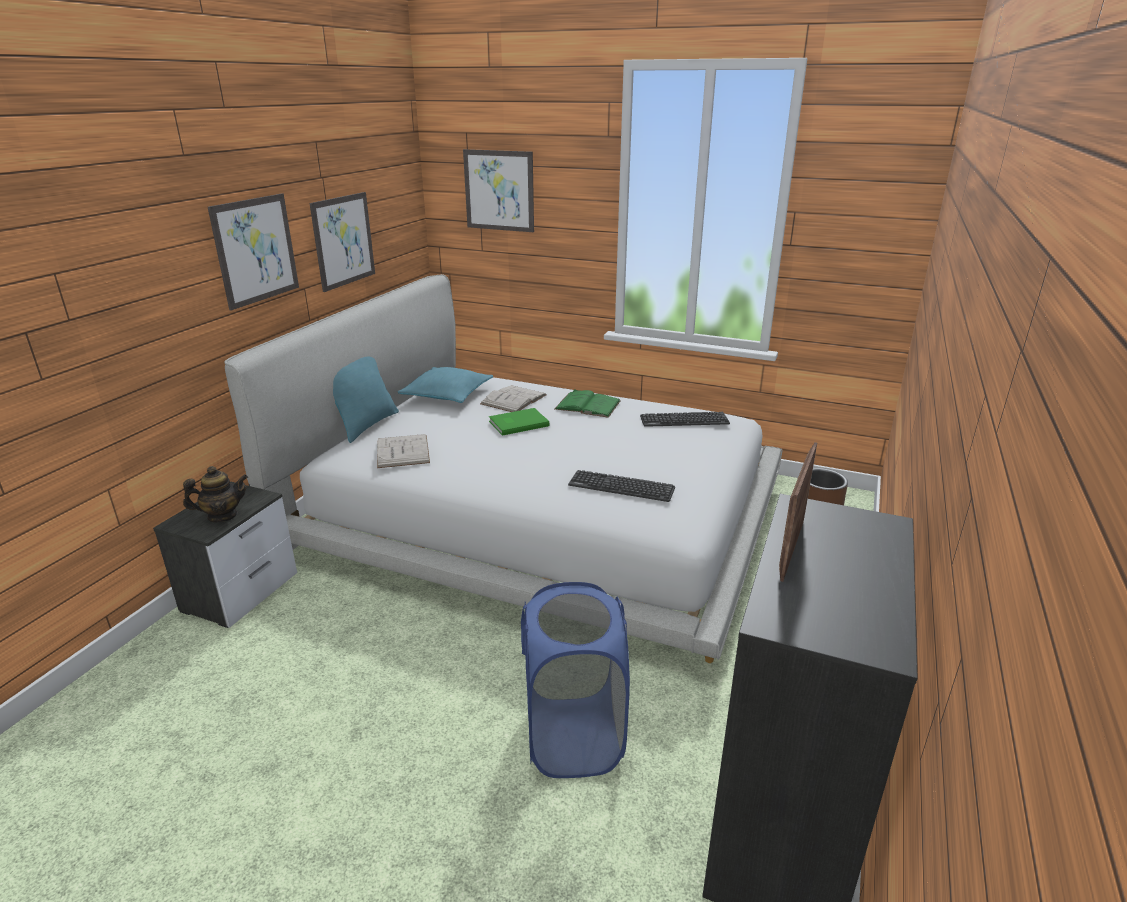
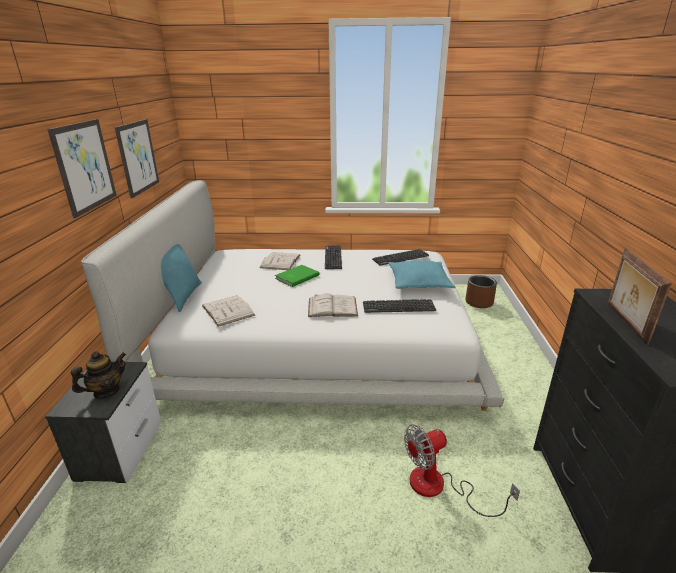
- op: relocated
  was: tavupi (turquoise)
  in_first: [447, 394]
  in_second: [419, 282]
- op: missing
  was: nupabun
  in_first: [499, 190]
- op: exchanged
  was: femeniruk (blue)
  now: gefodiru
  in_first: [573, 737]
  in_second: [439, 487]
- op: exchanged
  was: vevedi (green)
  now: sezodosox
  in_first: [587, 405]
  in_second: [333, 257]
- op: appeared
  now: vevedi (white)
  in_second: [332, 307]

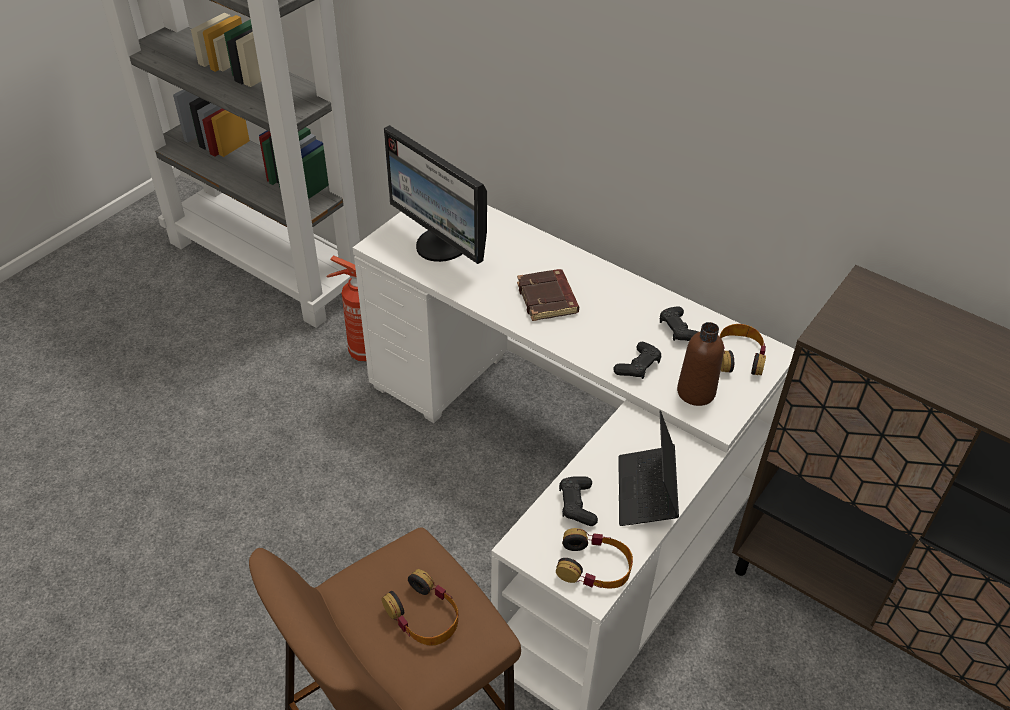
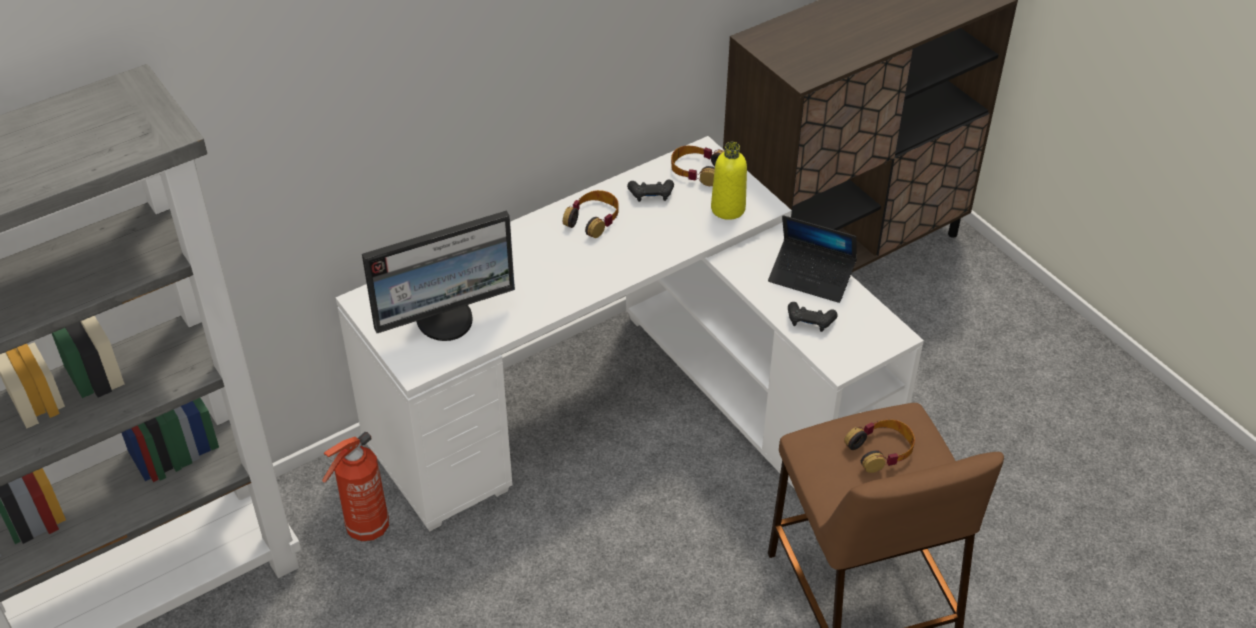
- op: missing
  was: vevedi (brown)
  in_first: [548, 299]
- op: relocated
  was: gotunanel
  in_first: [594, 566]
  in_second: [593, 219]
- op: missing
  was: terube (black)
  in_first: [638, 366]
- op: colour
  was: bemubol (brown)
  now: bemubol (yellow)
  in_first: [696, 392]
  in_second: [728, 208]

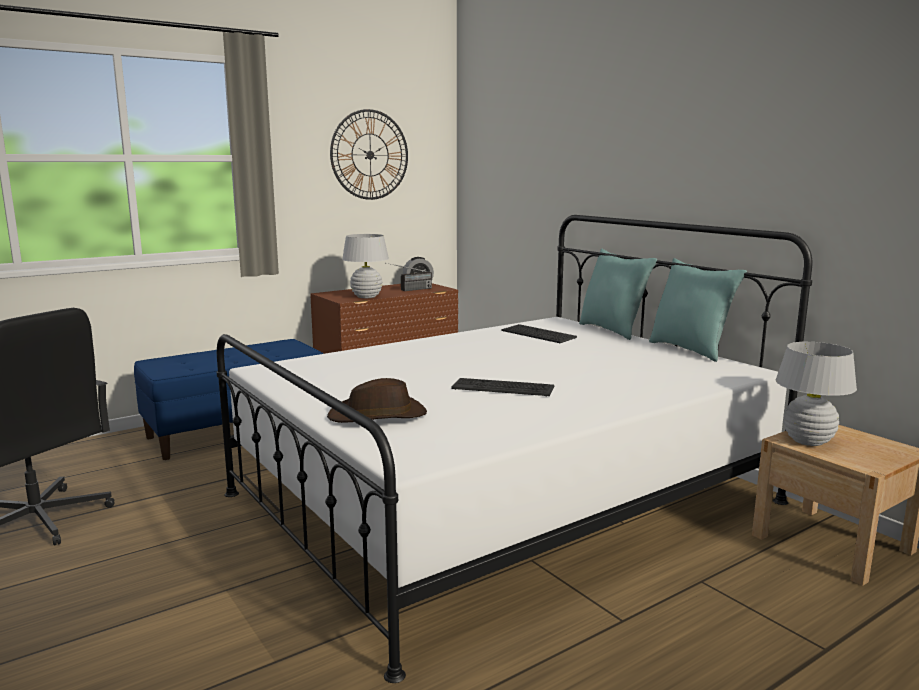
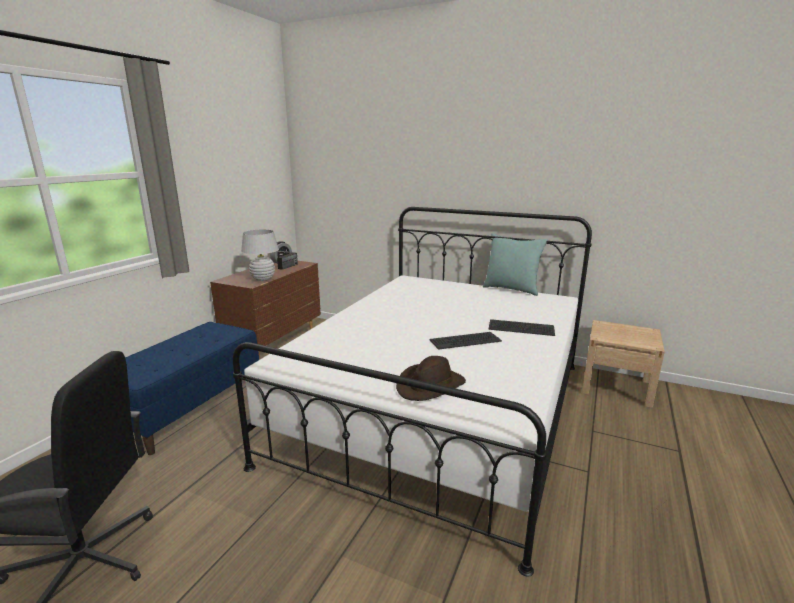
- op: missing
  was: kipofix
  in_first: [370, 155]
- op: relocated
  was: sezodosox
  in_first: [537, 334]
  in_second: [521, 328]
- op: missing
  was: tavupi (turquoise)
  in_first: [612, 330]
- op: missing
  was: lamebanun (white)
  in_first: [807, 441]

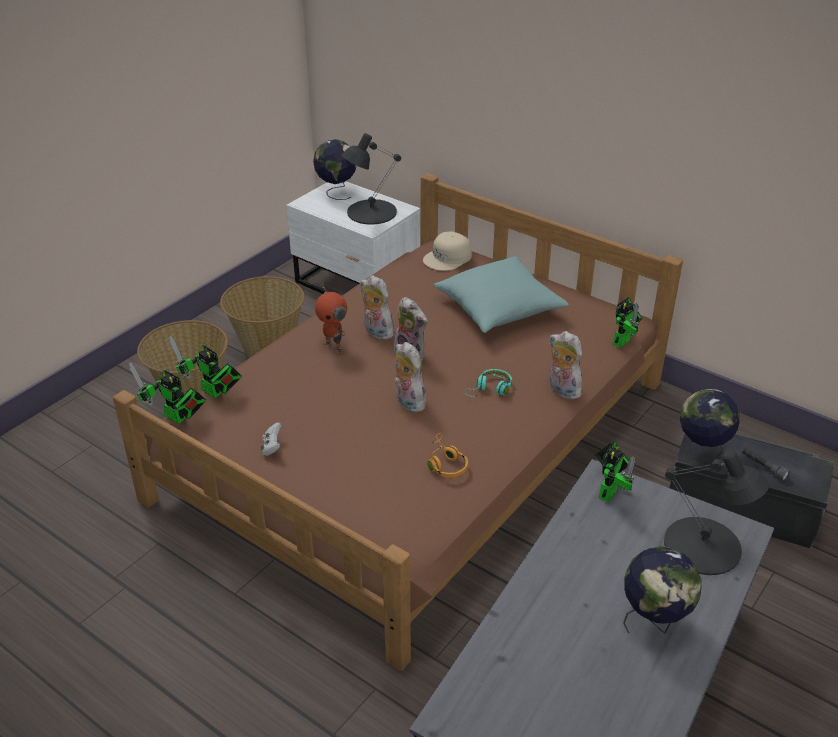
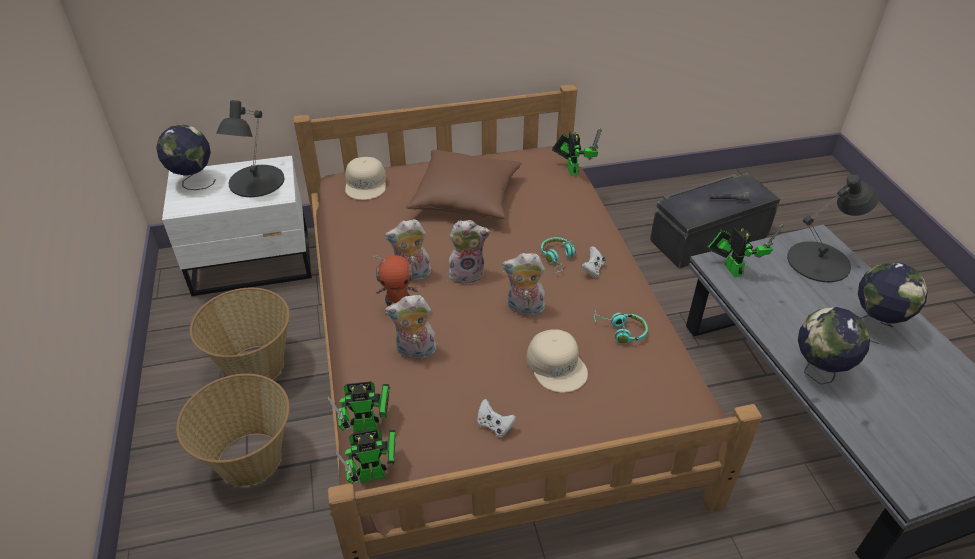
- op: colour
  was: gotunanel (orange)
  now: gotunanel (turquoise)
  in_first: [445, 463]
  in_second: [620, 331]
- op: colour
  was: tavupi (turquoise)
  now: tavupi (brown)
  in_first: [499, 308]
  in_second: [466, 198]
- op: relocated
  was: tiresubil
  in_first: [561, 390]
  in_second: [415, 352]
- op: relocated
  was: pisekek
  in_first: [701, 451]
  in_second: [818, 372]
- op: appeared
  now: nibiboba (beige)
  in_second: [557, 365]
- op: appeared
  now: terube (white)
  in_second: [593, 269]

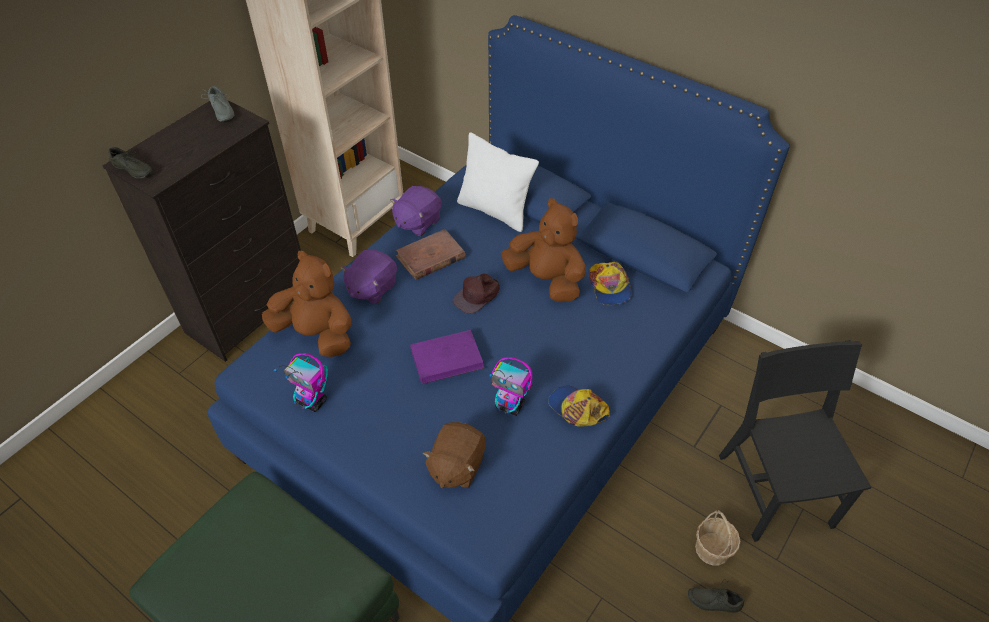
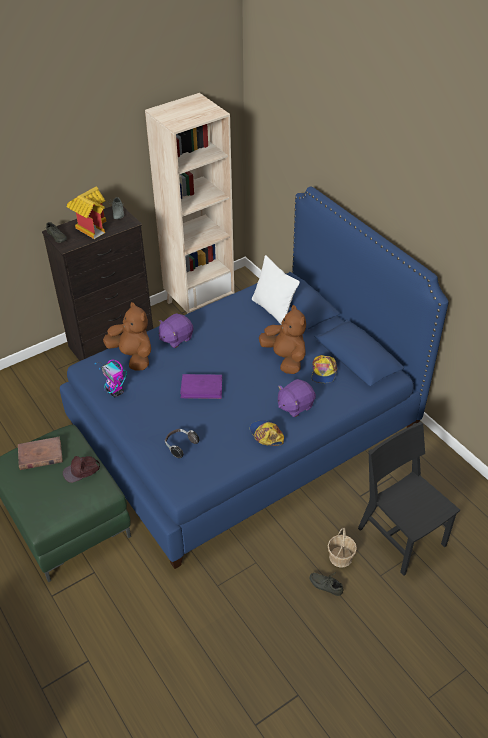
- op: relocated
  was: tiresubil (purple)
  in_first: [417, 222]
  in_second: [295, 406]
- op: relocated
  was: vevedi (brown)
  in_first: [430, 257]
  in_second: [40, 455]
- op: exchanged
  was: tiresubil (brown)
  now: gotunanel
  in_first: [456, 466]
  in_second: [180, 446]
- op: relocated
  was: nibiboba (brown)
  in_first: [477, 296]
  in_second: [81, 471]
- op: missing
  was: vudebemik
  in_first: [510, 405]
- op: spun
  was: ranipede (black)
  in_first: [775, 490]
  in_second: [402, 536]
  clockwise: -45
- op: appeared
  now: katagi
  in_second: [90, 227]

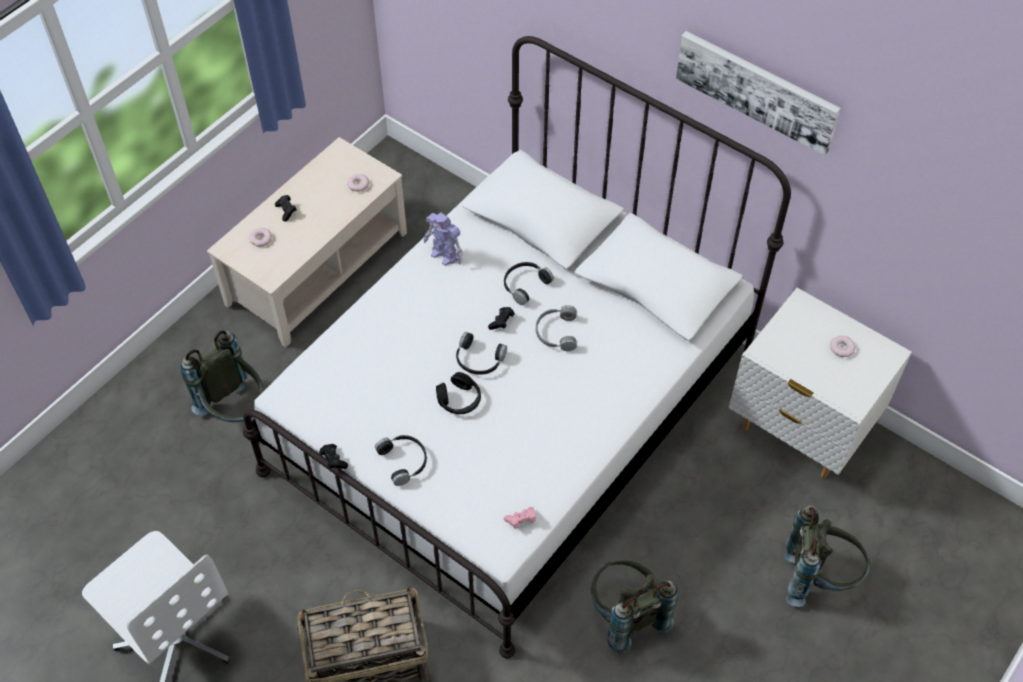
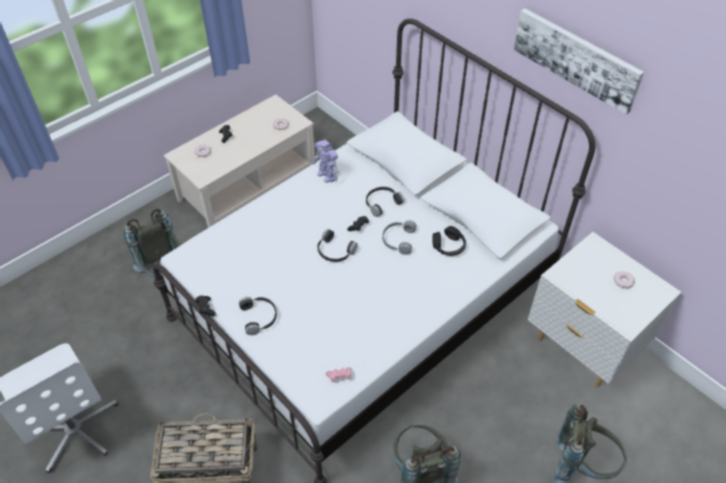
- op: relocated
  was: gotunanel (black)
  in_first: [459, 400]
  in_second: [449, 246]

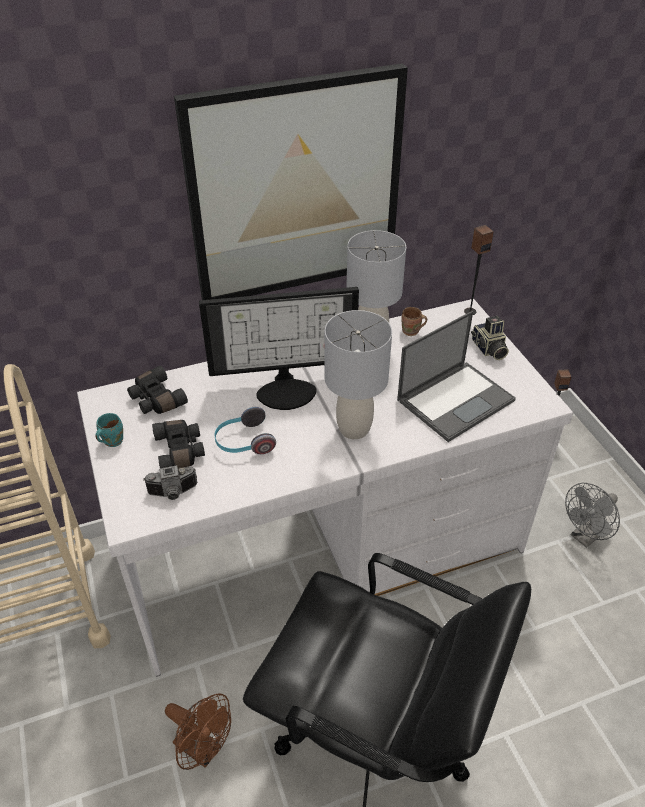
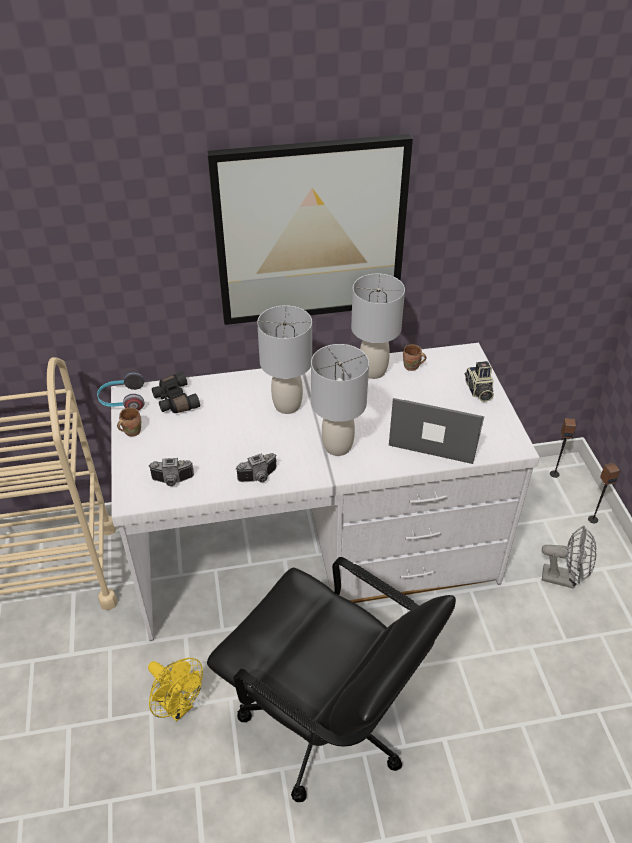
- op: colour
  was: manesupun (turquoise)
  now: manesupun (brown)
  in_first: [111, 441]
  in_second: [131, 431]
- op: missing
  was: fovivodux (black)
  in_first: [181, 451]
- op: colour
  was: gefodiru (brown)
  now: gefodiru (yellow)
  in_first: [203, 749]
  in_second: [178, 706]
- op: exchanged
  was: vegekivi
  now: lamebanun (grey)
  in_first: [286, 389]
  in_second: [287, 405]
- op: relocated
  was: gotunanel
  in_first: [244, 442]
  in_second: [122, 400]
- op: spun
  was: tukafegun
  in_first: [456, 399]
  in_second: [435, 432]
  clockwise: -135
- op: relocated
  was: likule
  in_first: [470, 311]
  in_second: [592, 519]
- op: spun
  was: gefodiru (grey)
  in_first: [585, 537]
  in_second: [564, 578]
  clockwise: -135
- op: appeared
  now: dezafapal
  in_second: [259, 478]

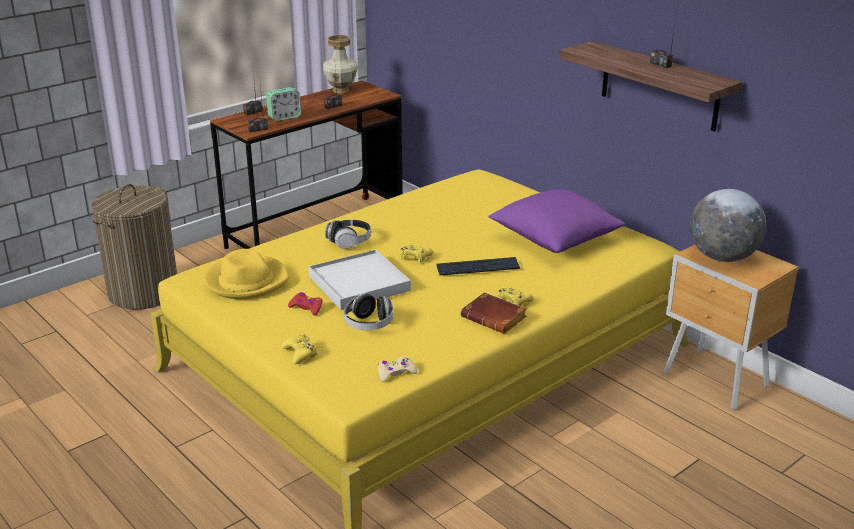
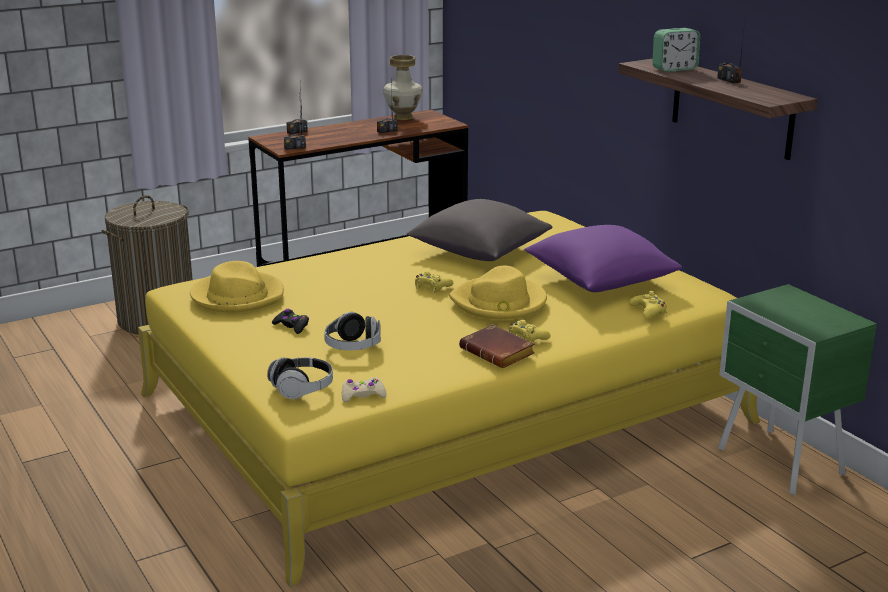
- op: relocated
  was: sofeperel
  in_first: [284, 117]
  in_second: [674, 69]
- op: relocated
  was: terube (yellow)
  in_first: [300, 354]
  in_second: [648, 311]
- op: colour
  was: terube (red)
  now: terube (black)
  in_first: [306, 307]
  in_second: [292, 326]
- op: missing
  was: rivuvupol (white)
  in_first: [359, 283]
- op: relocated
  was: gotunanel
  in_first: [349, 242]
  in_second: [302, 389]
- op: exchanged
  was: sezodosox
  now: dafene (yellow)
  in_first: [478, 268]
  in_second: [499, 302]
- op: colour
  was: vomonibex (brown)
  now: vomonibex (green)
  in_first: [716, 381]
  in_second: [781, 464]
- op: missing
  was: pisekek
  in_first: [722, 257]
- op: appeared
  now: tavupi (grey)
  in_second: [479, 252]

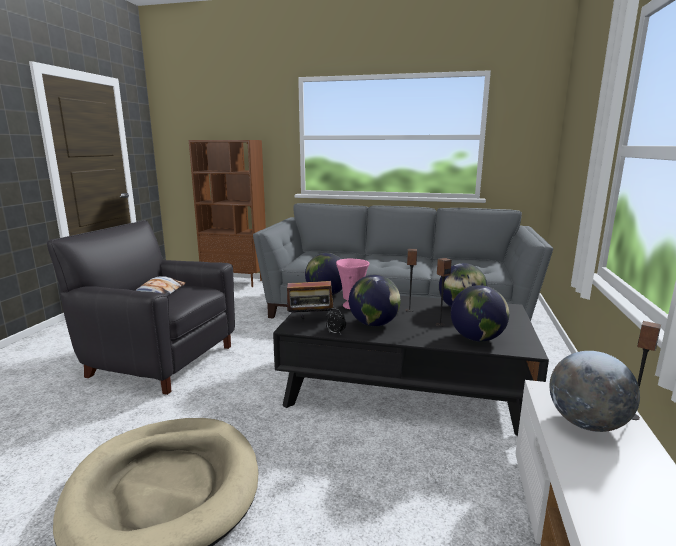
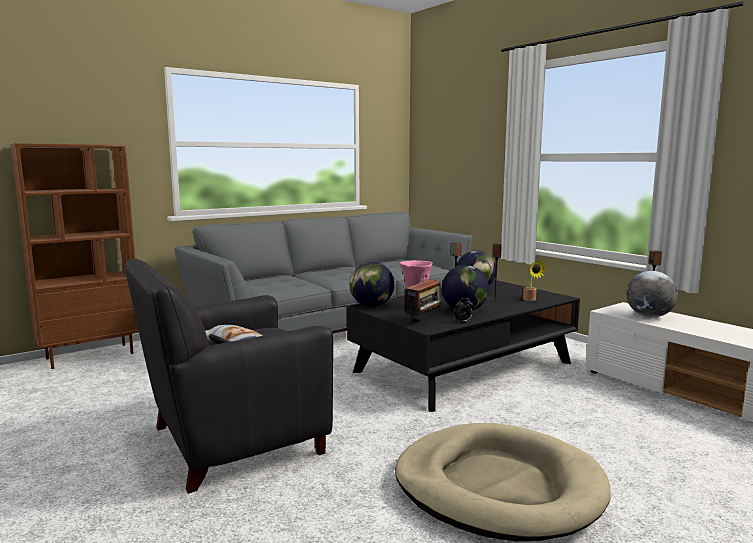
- op: exchanged
  was: pisekek
  now: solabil
  in_first: [477, 338]
  in_second: [531, 300]

